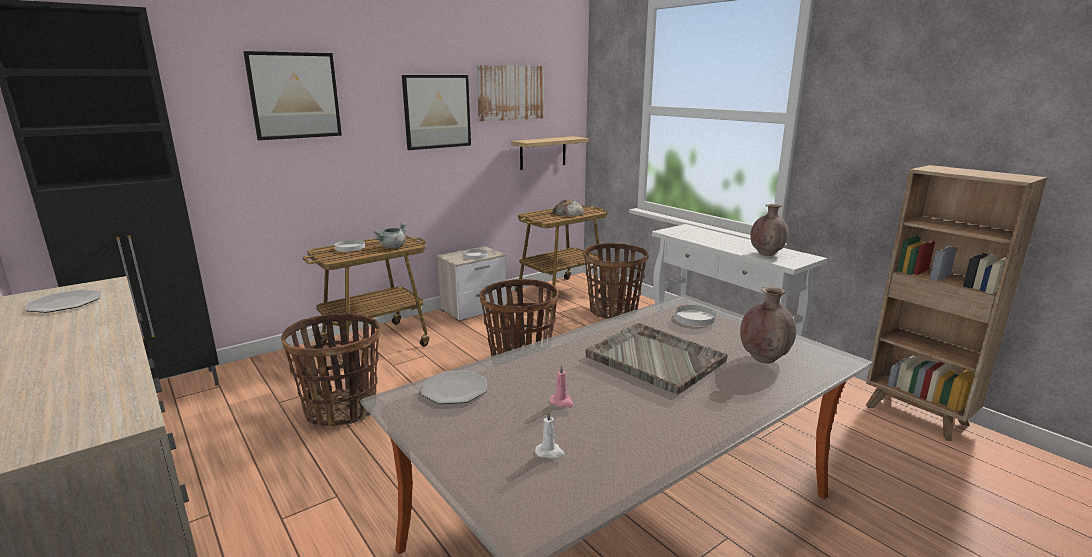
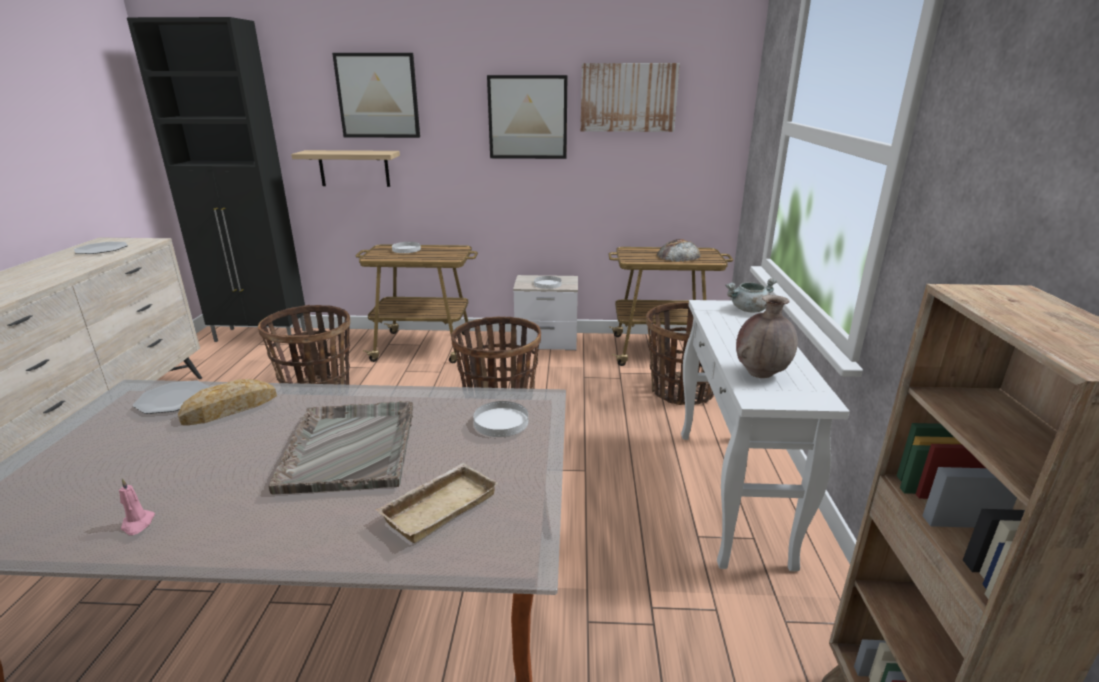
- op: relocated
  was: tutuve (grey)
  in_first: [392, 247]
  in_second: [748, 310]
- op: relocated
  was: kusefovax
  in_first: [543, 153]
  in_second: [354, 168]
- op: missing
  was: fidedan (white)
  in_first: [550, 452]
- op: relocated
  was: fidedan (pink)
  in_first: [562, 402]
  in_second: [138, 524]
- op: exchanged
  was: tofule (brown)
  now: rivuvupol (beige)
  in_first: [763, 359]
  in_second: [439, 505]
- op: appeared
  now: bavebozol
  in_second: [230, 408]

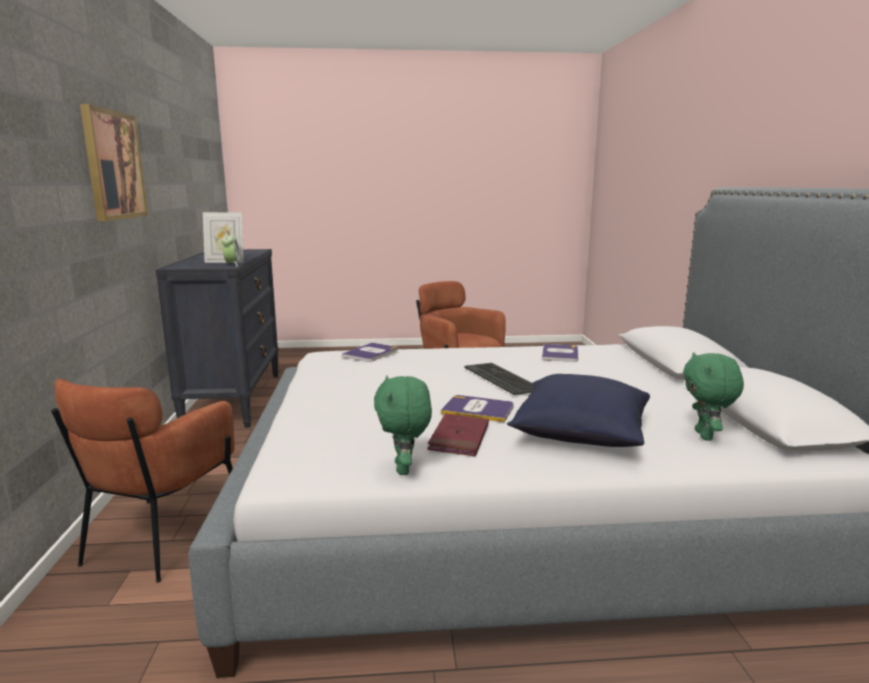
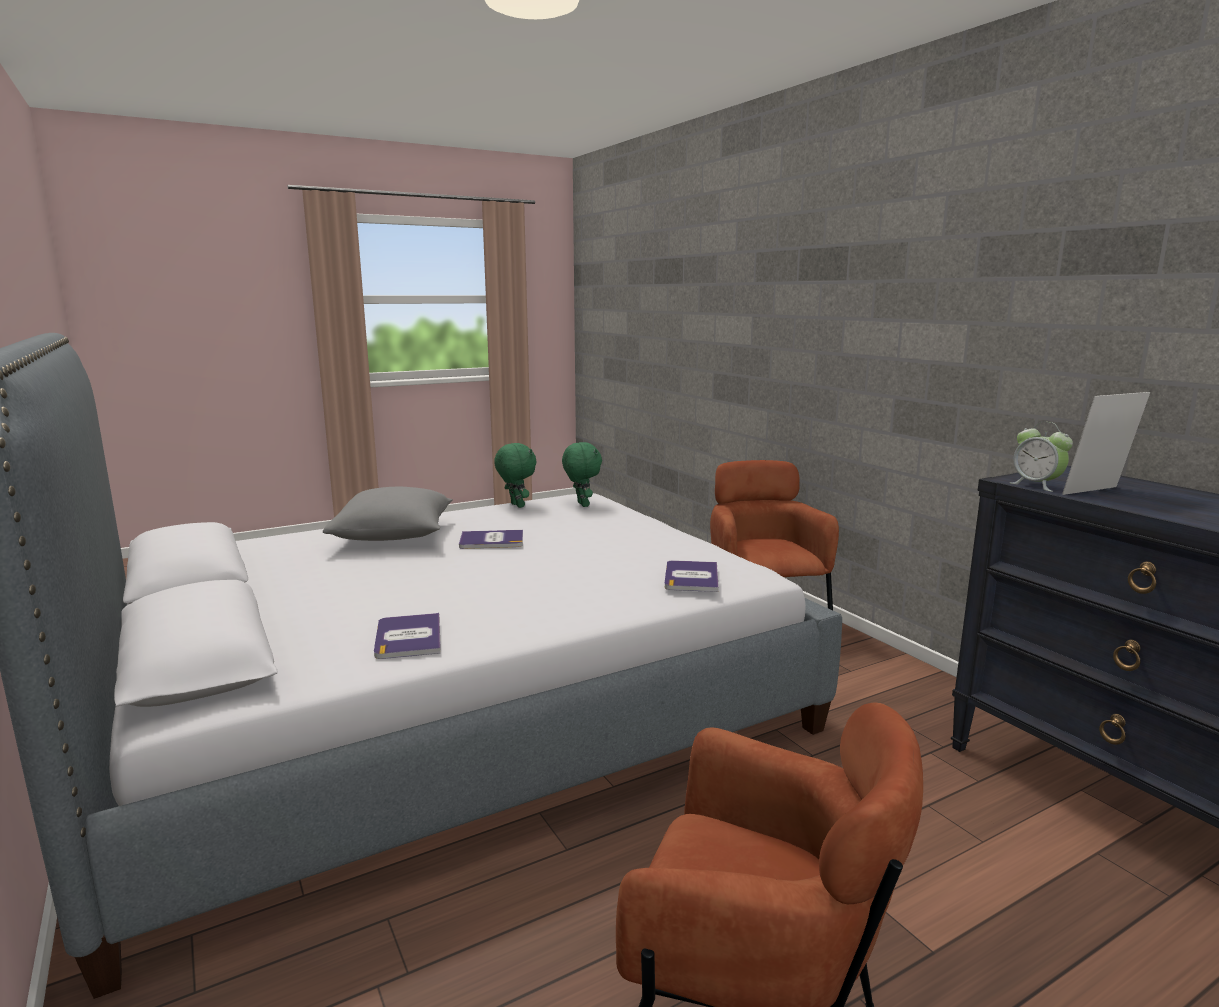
- op: missing
  was: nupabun
  in_first: [113, 165]
- op: missing
  was: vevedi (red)
  in_first: [459, 438]
- op: missing
  was: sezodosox
  in_first: [502, 379]
- op: colour
  was: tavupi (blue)
  now: tavupi (grey)
  in_first: [579, 434]
  in_second: [395, 537]
- op: relocated
  was: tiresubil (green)
  in_first: [705, 436]
  in_second: [581, 504]

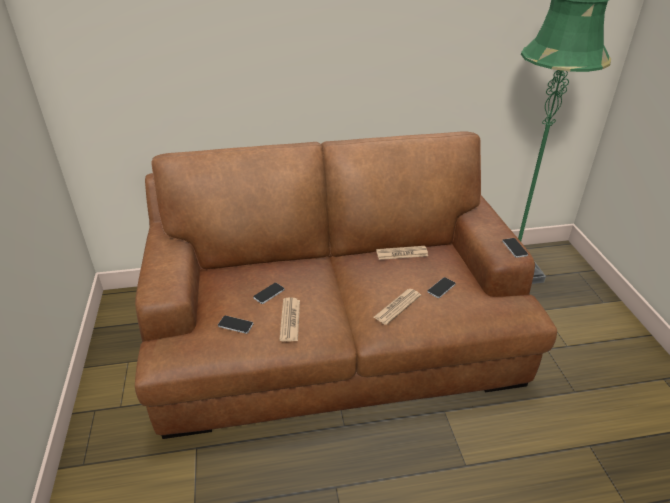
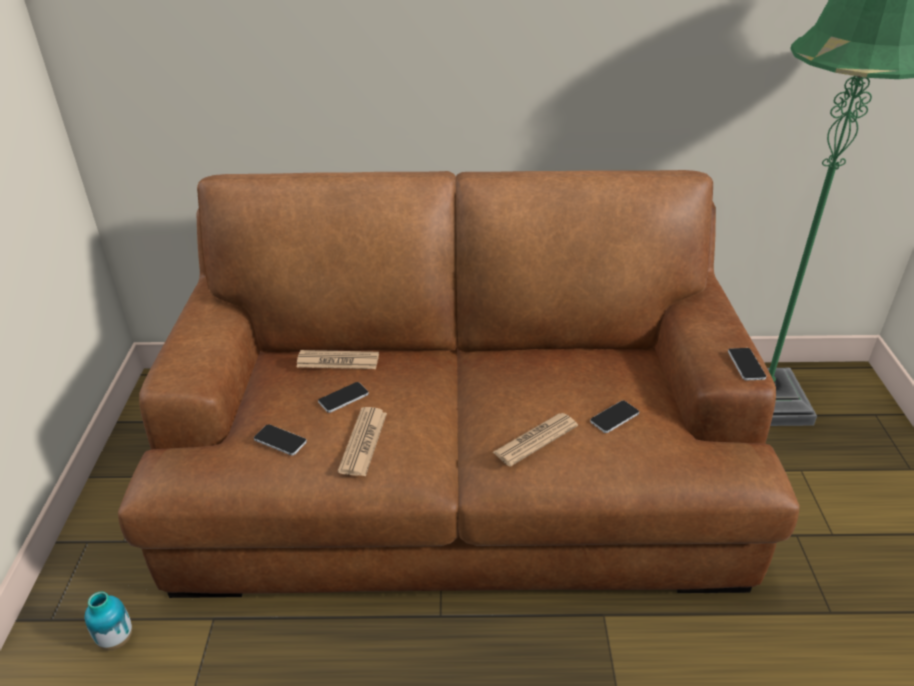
- op: relocated
  was: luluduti
  in_first: [402, 253]
  in_second: [338, 361]
- op: appeared
  now: tofule
  in_second: [116, 639]

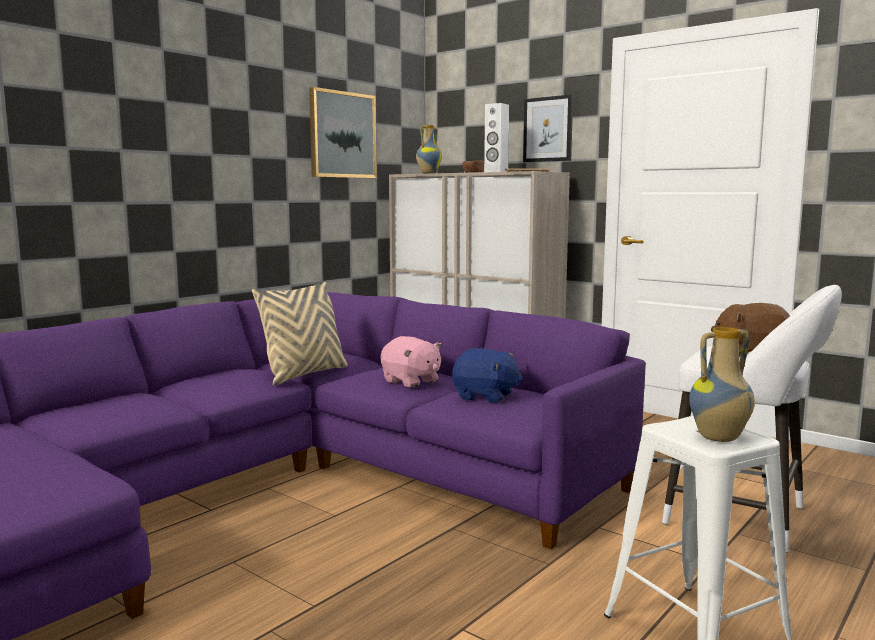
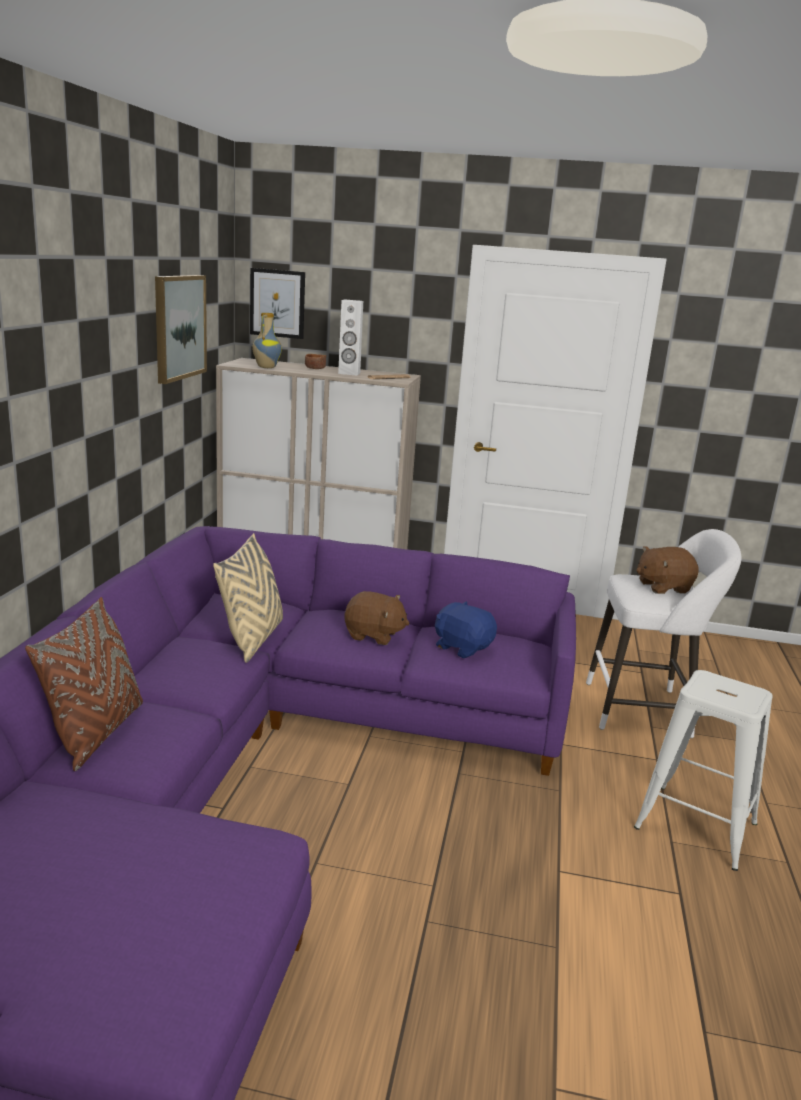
- op: colour
  was: tiresubil (pink)
  now: tiresubil (brown)
  in_first: [411, 381]
  in_second: [374, 635]
- op: spun
  was: tiresubil (blue)
  in_first: [485, 396]
  in_second: [462, 647]
  clockwise: -135
- op: relocated
  was: nupabun
  in_first: [548, 129]
  in_second: [277, 303]
- op: missing
  was: tofule
  in_first: [719, 438]
- op: appeared
  now: tavupi (brown)
  in_second: [96, 733]

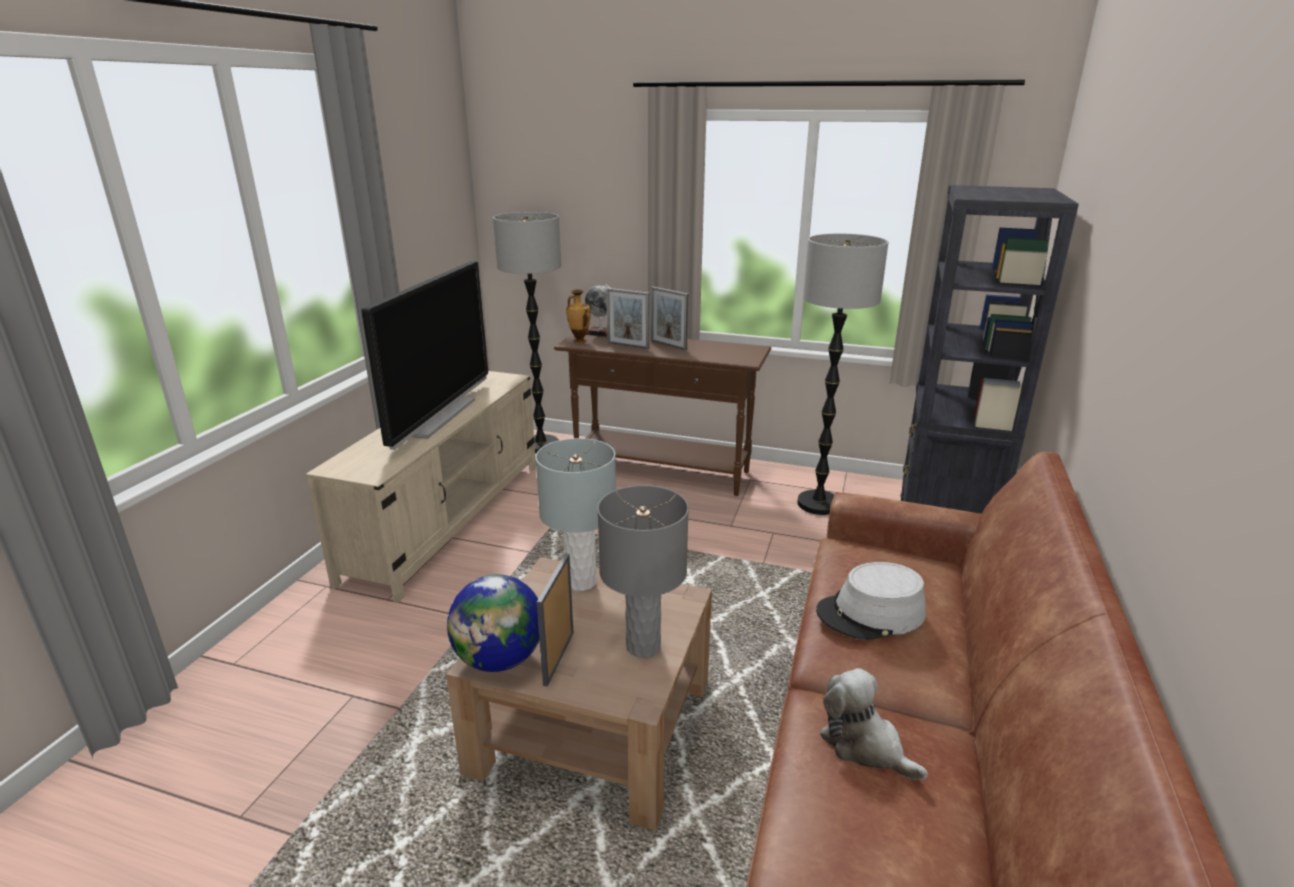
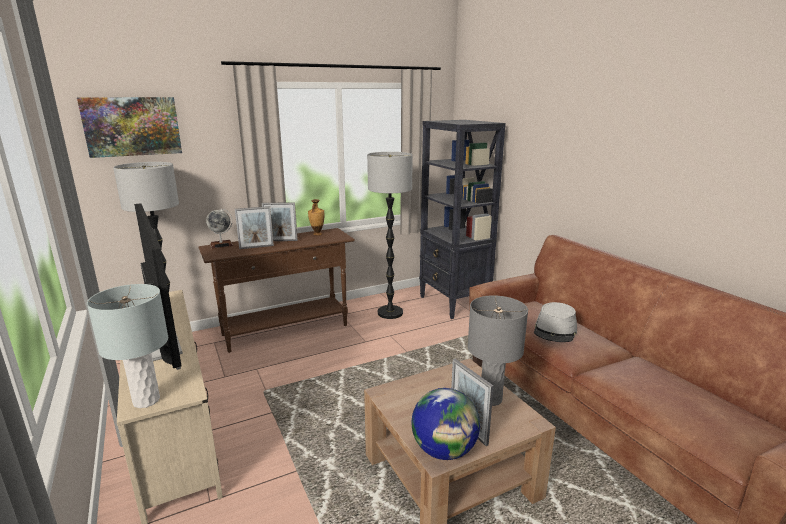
- op: relocated
  was: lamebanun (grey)
  in_first: [581, 582]
  in_second: [147, 400]
- op: relocated
  was: tofule
  in_first: [579, 341]
  in_second: [317, 234]
- op: missing
  was: tiresubil
  in_first: [864, 745]
- op: appeared
  now: nupabun
  in_second: [132, 126]

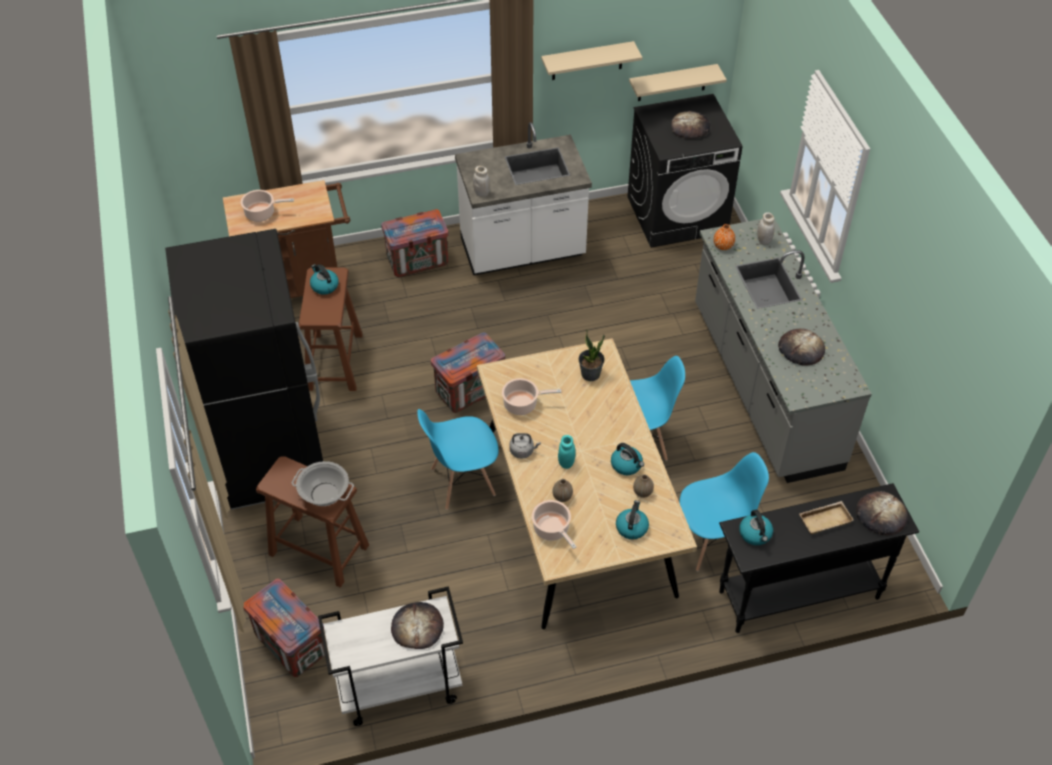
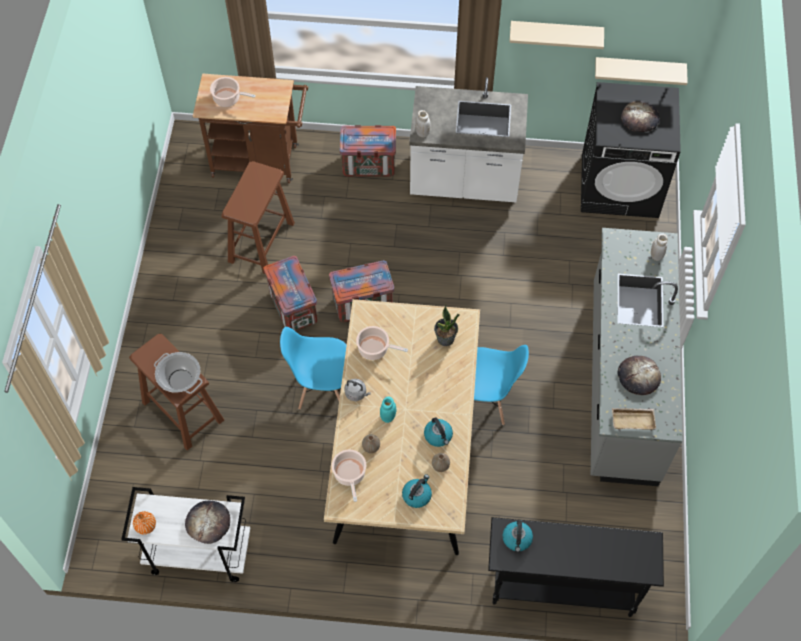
- op: missing
  was: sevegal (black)
  in_first: [271, 455]
- op: relocated
  was: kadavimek
  in_first: [290, 644]
  in_second: [293, 307]
- op: missing
  was: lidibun
  in_first: [324, 286]
- op: missing
  was: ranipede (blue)
  in_first: [712, 543]
- op: relocated
  was: tofule (orange)
  in_first: [723, 246]
  in_second: [146, 526]
- op: relocated
  was: rivuvupol (beige)
  in_first: [825, 519]
  in_second: [633, 419]
- op: missing
  was: bavebozol
  in_first: [880, 515]

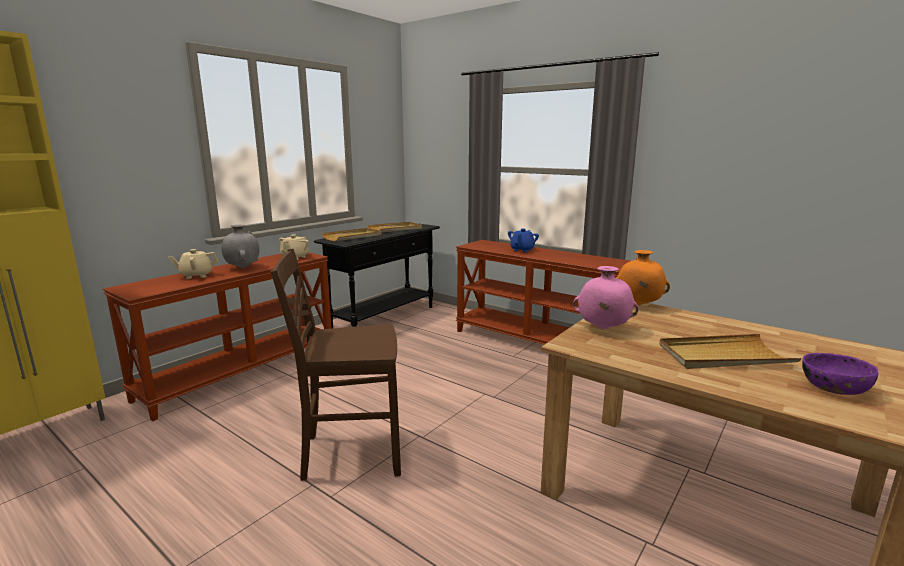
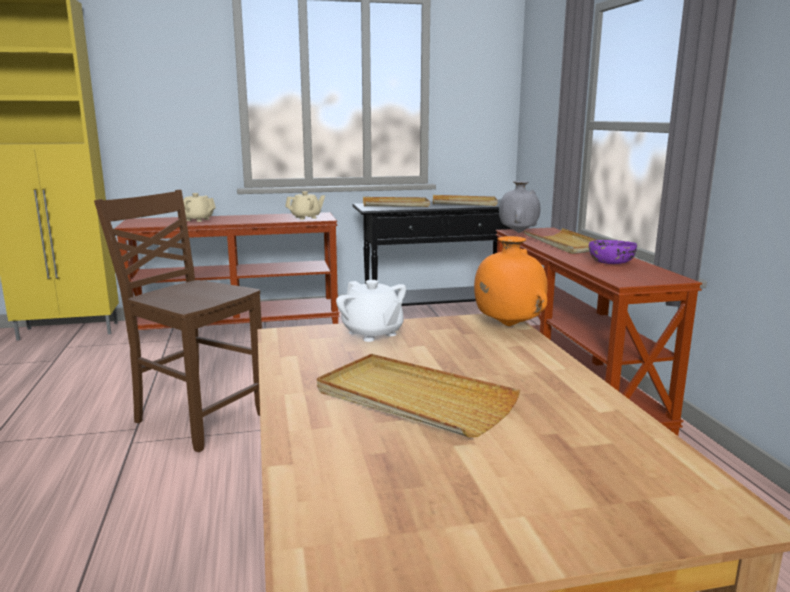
- op: relocated
  was: tofule (grey)
  in_first: [242, 268]
  in_second: [518, 232]
- op: exchanged
  was: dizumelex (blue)
  now: rivuvupol (beige)
  in_first: [522, 250]
  in_second: [565, 244]
- op: exchanged
  was: tofule (pink)
  now: dizumelex (white)
  in_first: [602, 329]
  in_second: [372, 333]
- op: relocated
  was: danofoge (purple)
  in_first: [833, 387]
  in_second: [611, 262]

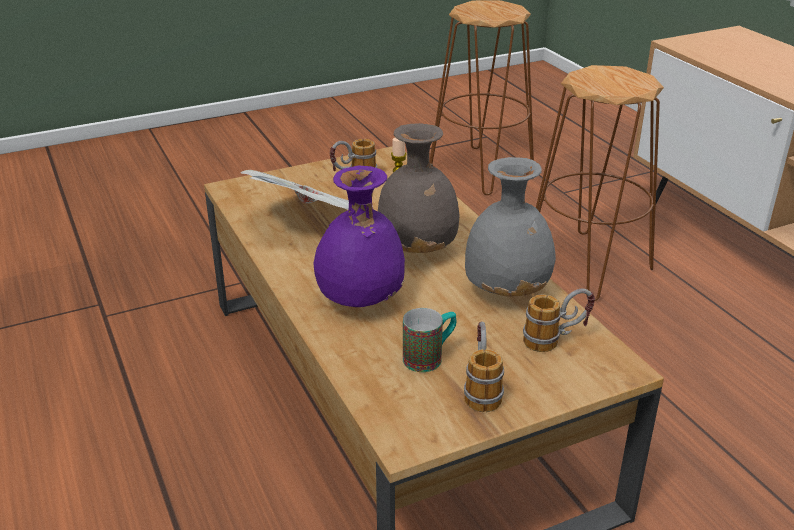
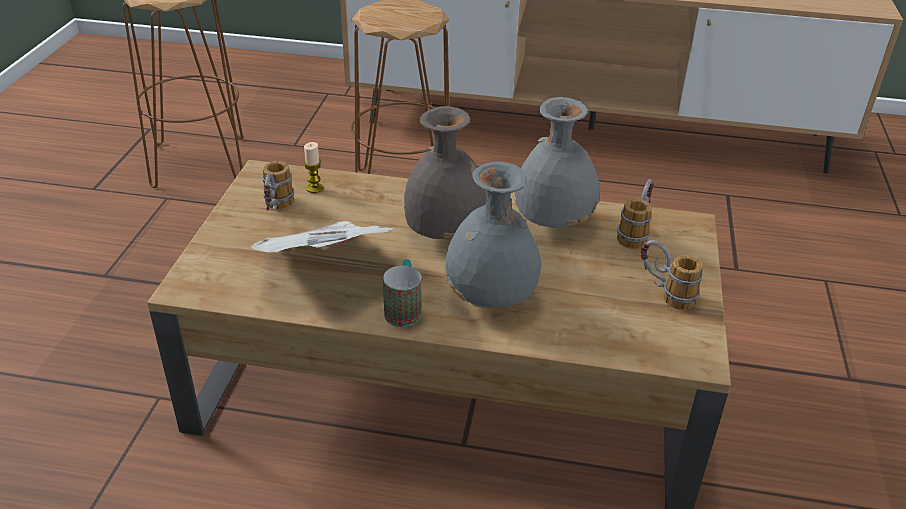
- op: colour
  was: tofule (purple)
  now: tofule (grey)
  in_first: [359, 302]
  in_second: [491, 298]
- op: relocated
  was: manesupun
  in_first: [430, 357]
  in_second: [404, 309]

